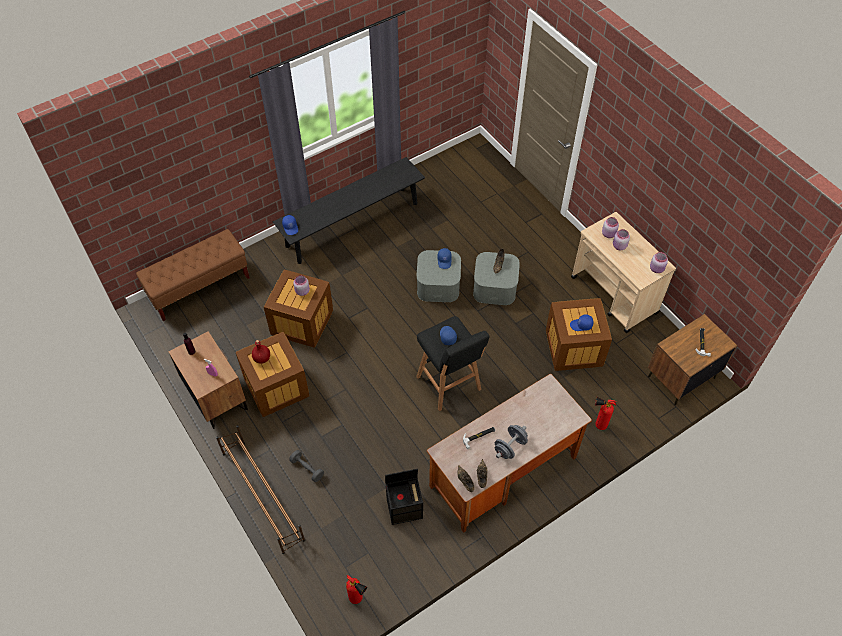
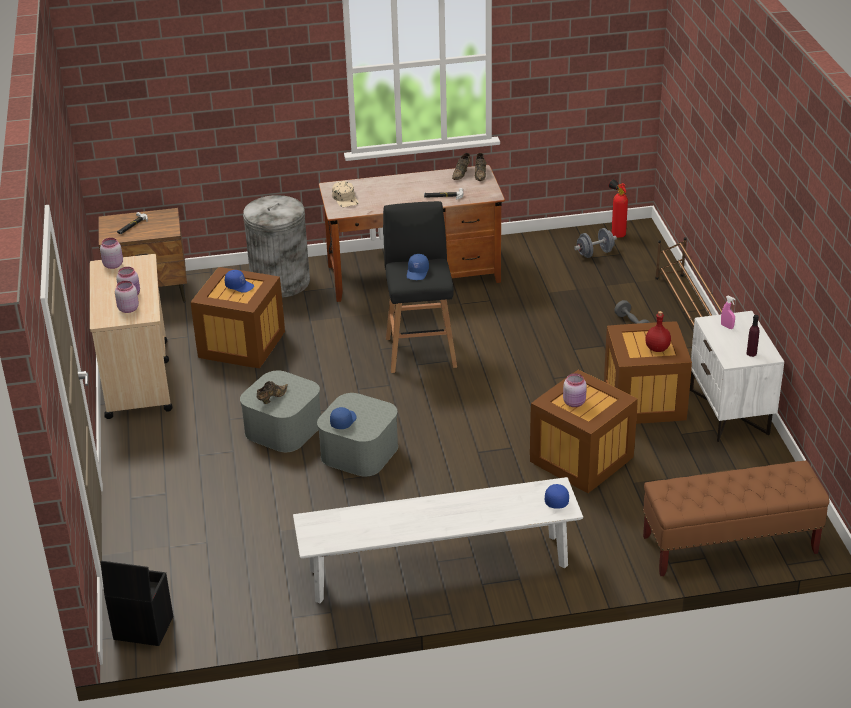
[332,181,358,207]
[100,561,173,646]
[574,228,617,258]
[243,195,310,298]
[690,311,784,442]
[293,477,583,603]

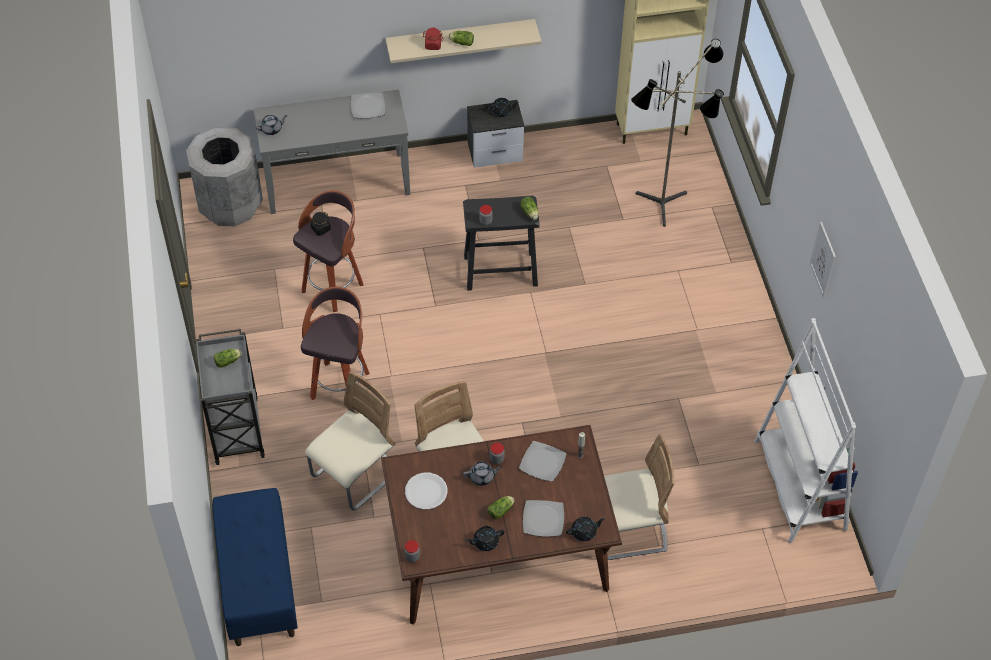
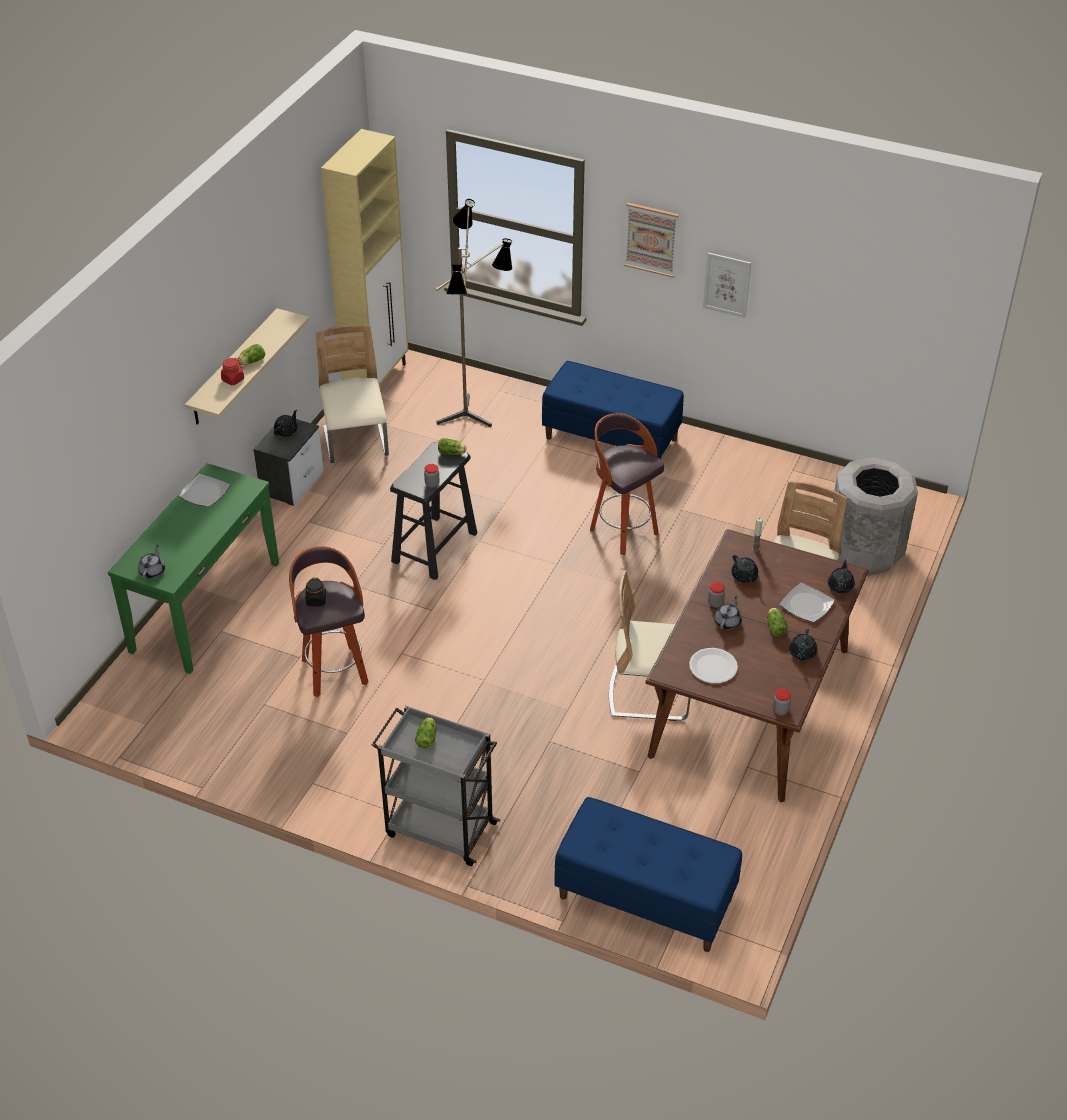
[755,318,858,543] (first image)
[542,361,684,460]
[624,203,679,278]
[828,457,918,576]
[590,413,664,555]
[316,325,389,463]
[731,555,760,582]
[108,463,279,674]

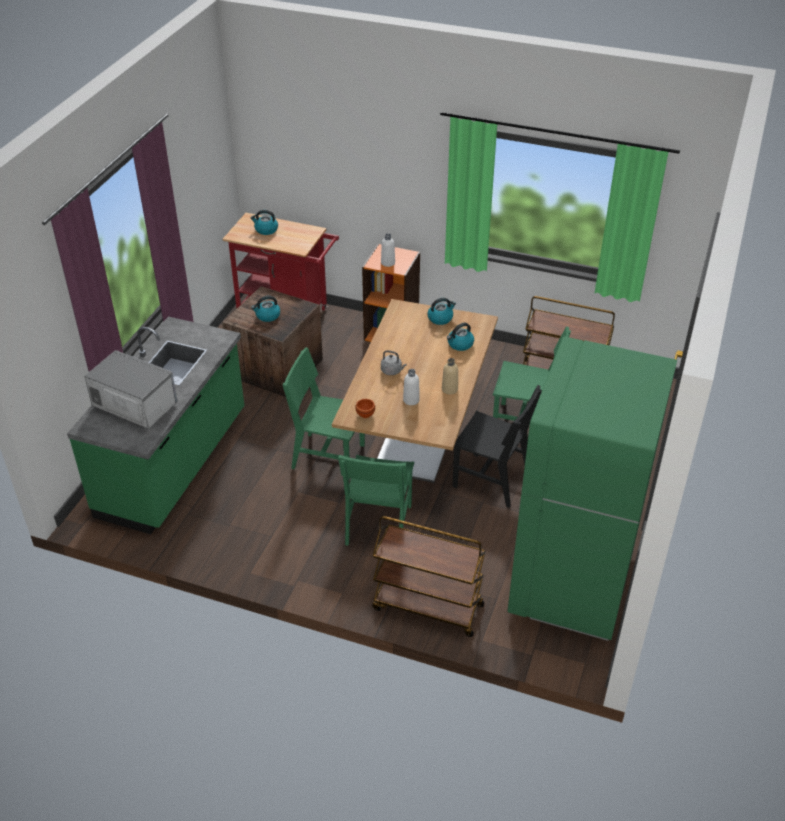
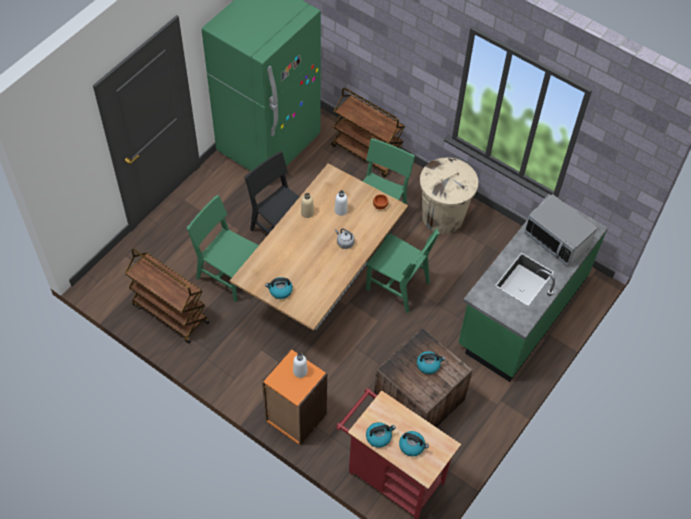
[420,157,478,234]
[366,422,396,448]

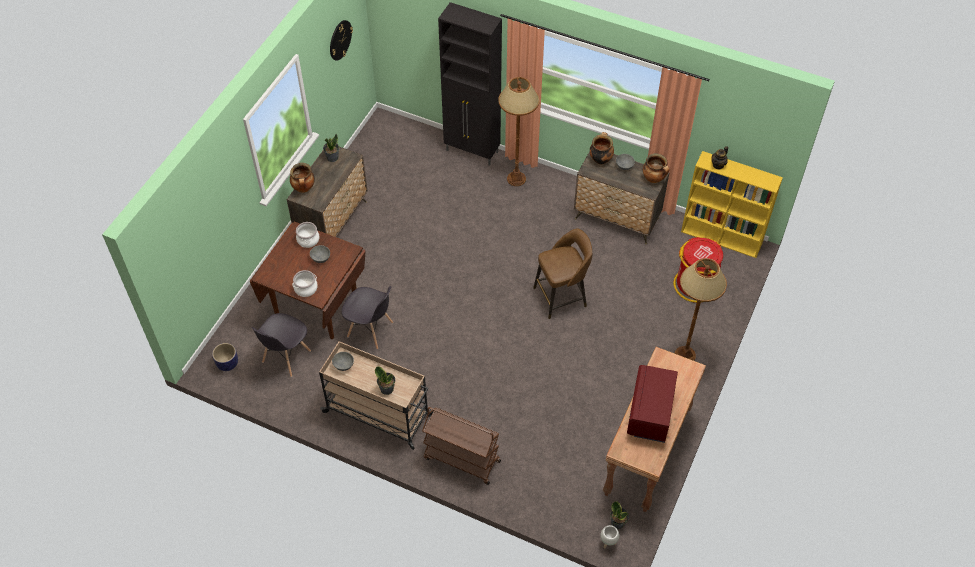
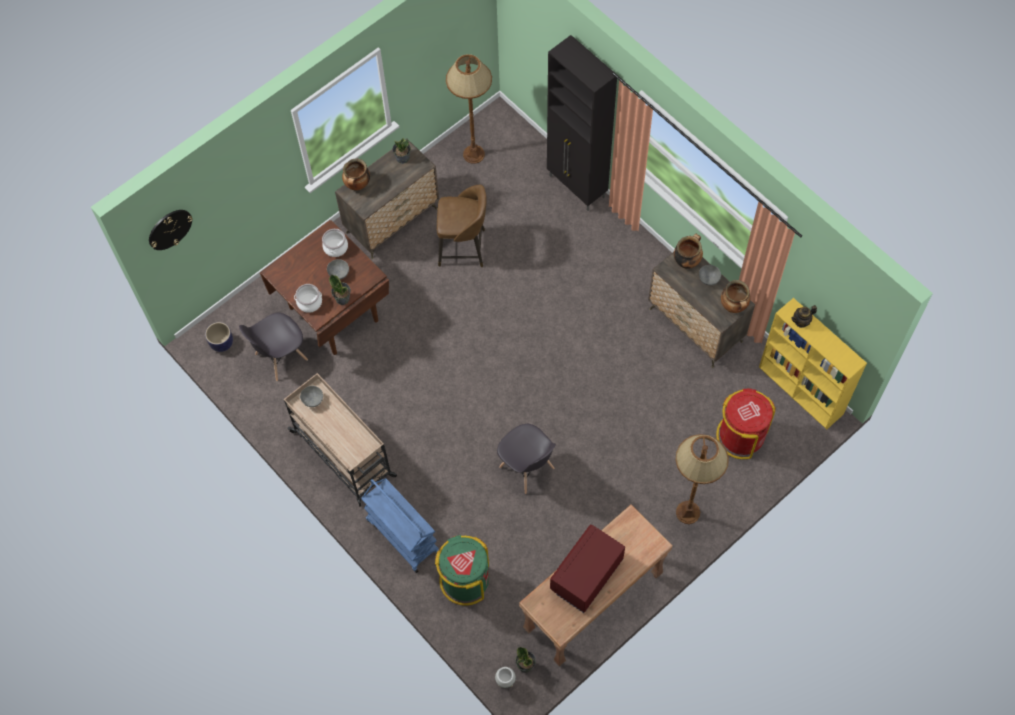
[435,535,489,606]
[149,210,193,250]
[497,424,556,494]
[329,275,351,305]
[446,54,492,164]
[437,185,487,267]
[361,478,439,573]

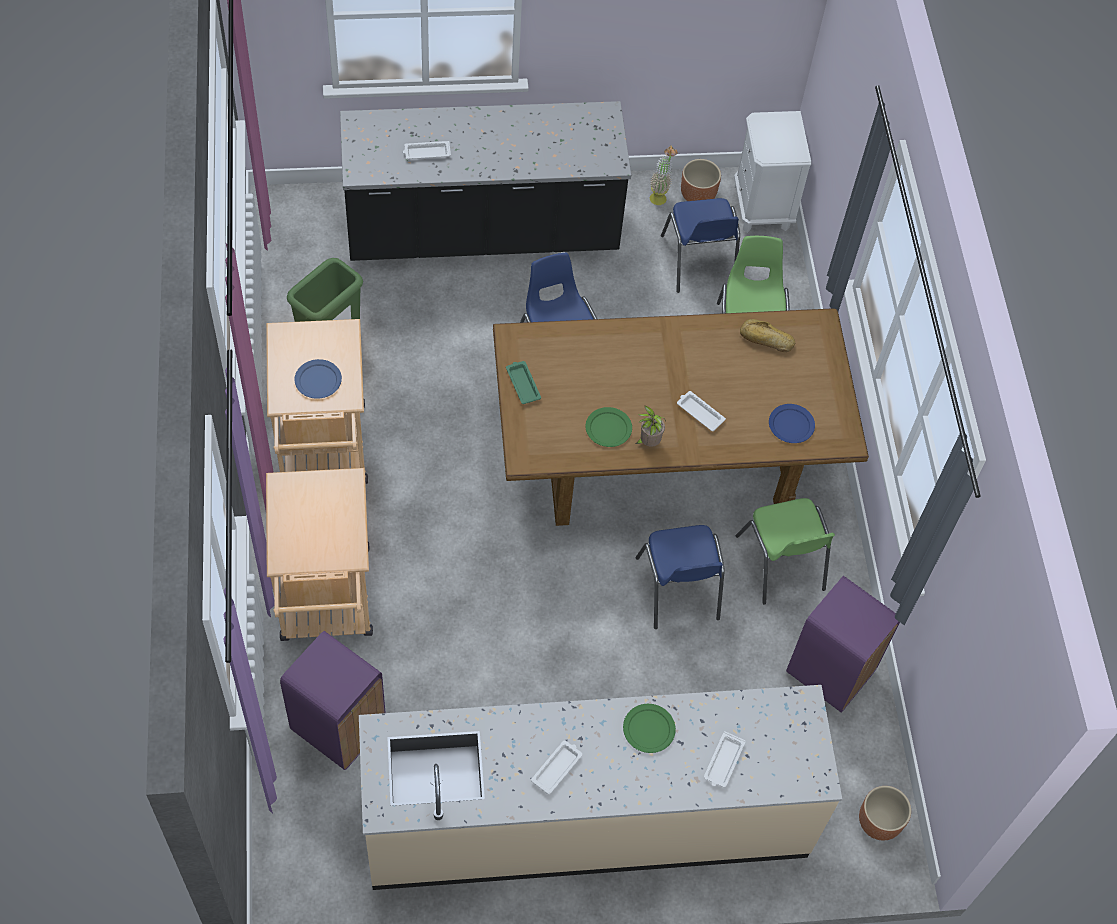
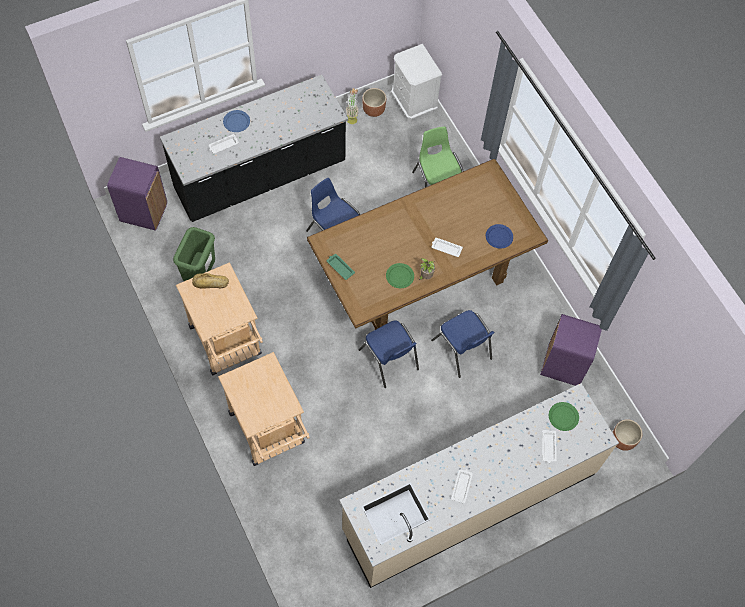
[736,498,835,605] (first image)
[107,157,167,231]
[223,110,250,132]
[549,402,579,431]
[359,320,419,388]
[192,273,229,289]

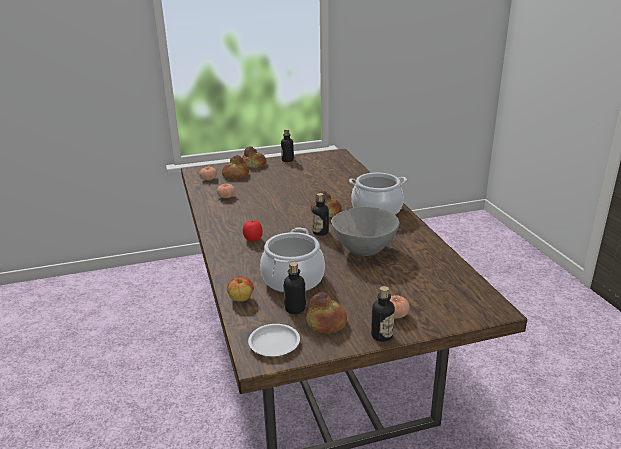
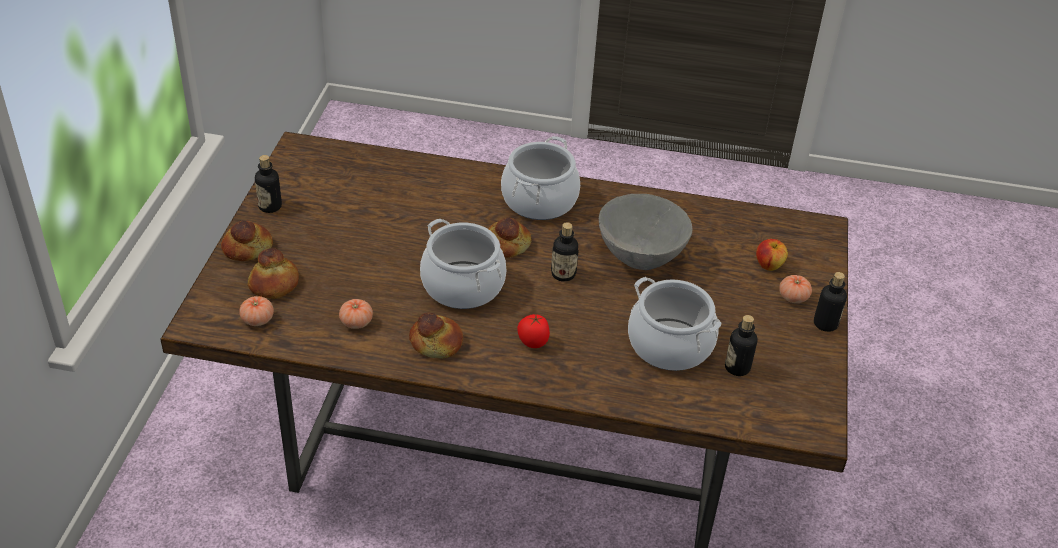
[248,324,300,356] (first image)
[420,219,506,309]
[756,239,788,271]
[409,313,463,359]

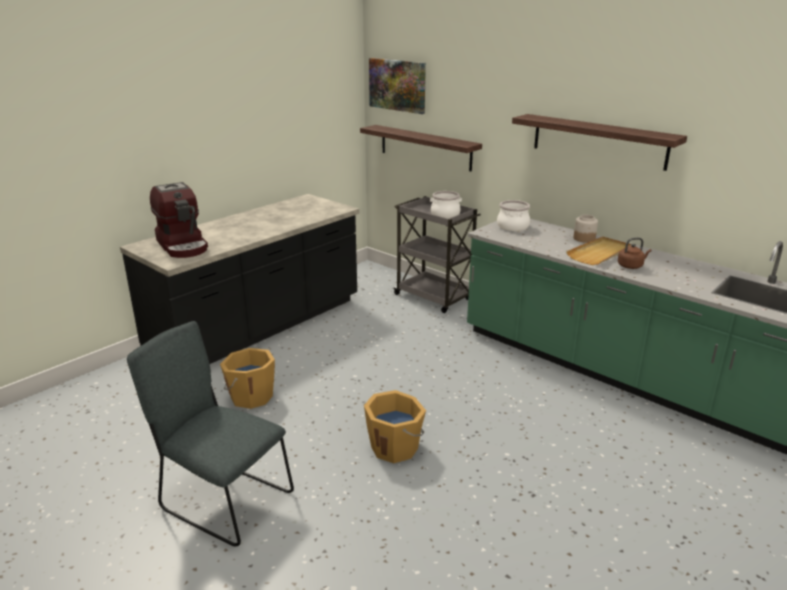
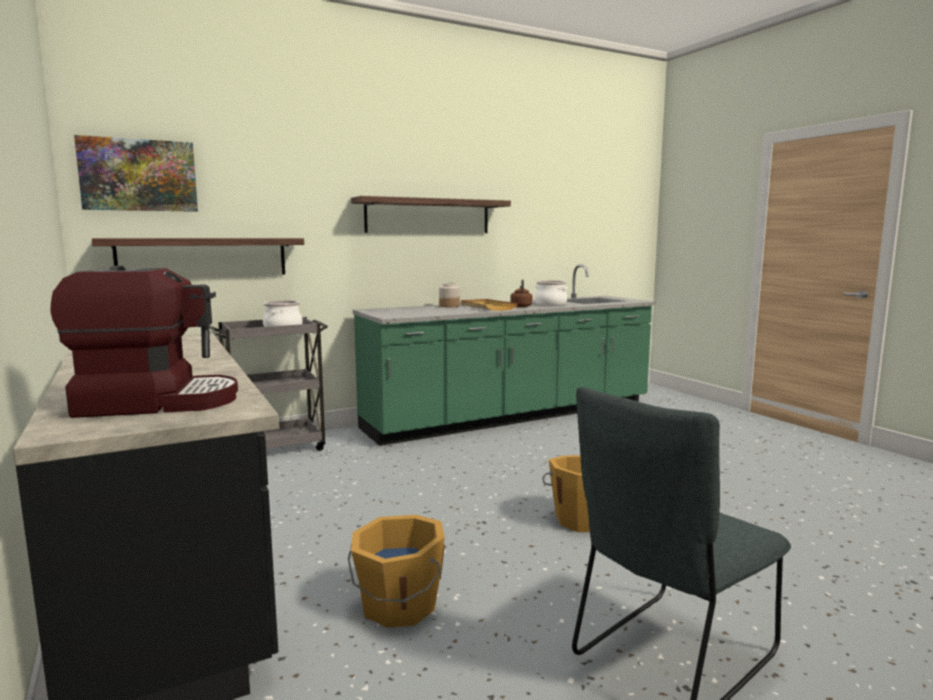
[535,280,568,306]

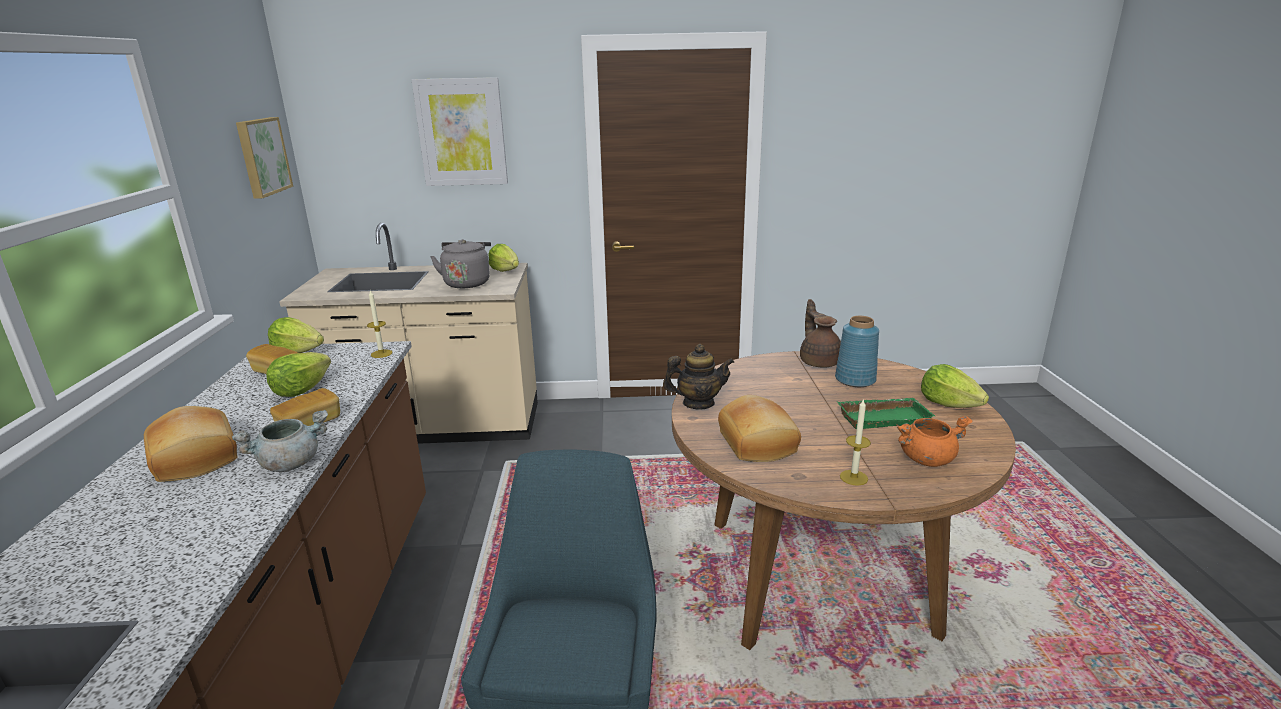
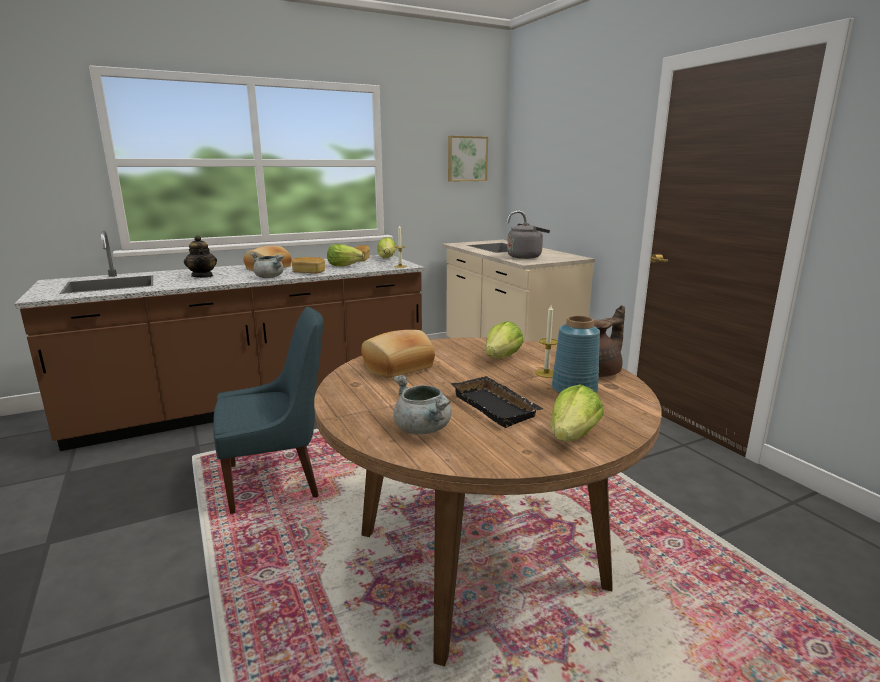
[412,77,508,186] (first image)
[486,321,524,358]
[184,235,217,278]
[535,305,558,378]
[451,376,544,428]
[393,375,451,434]

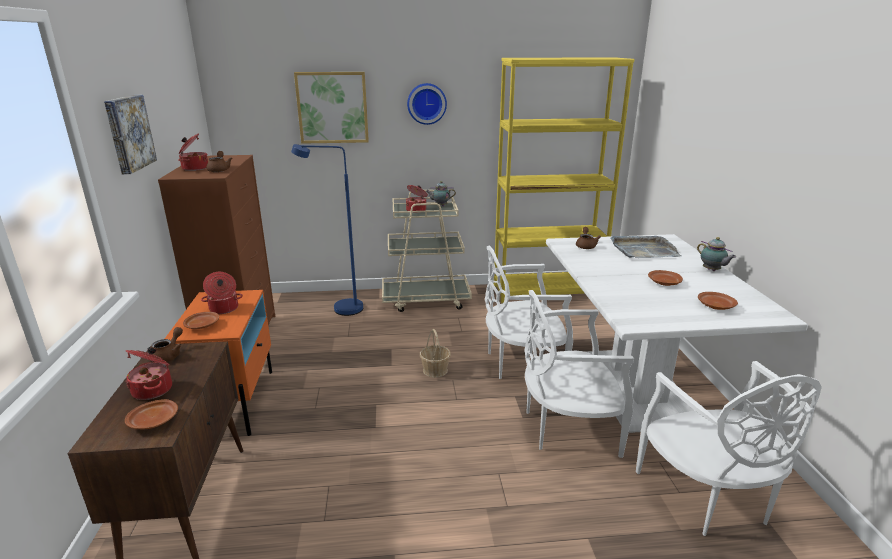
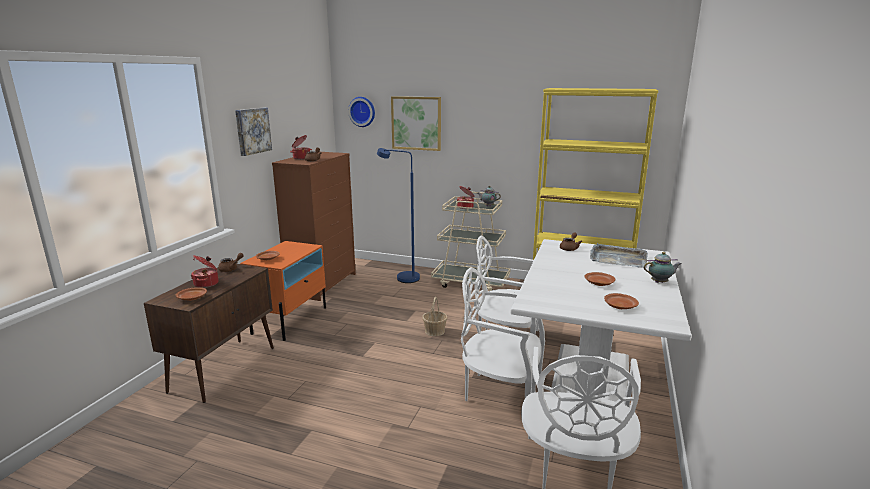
[201,272,243,314] (first image)
[348,97,375,127]
[644,252,681,283]

